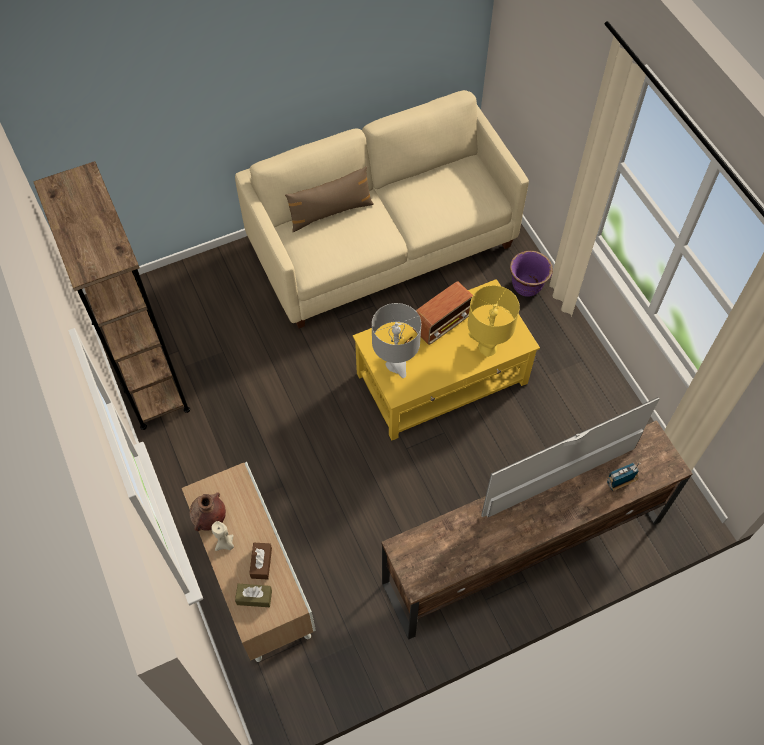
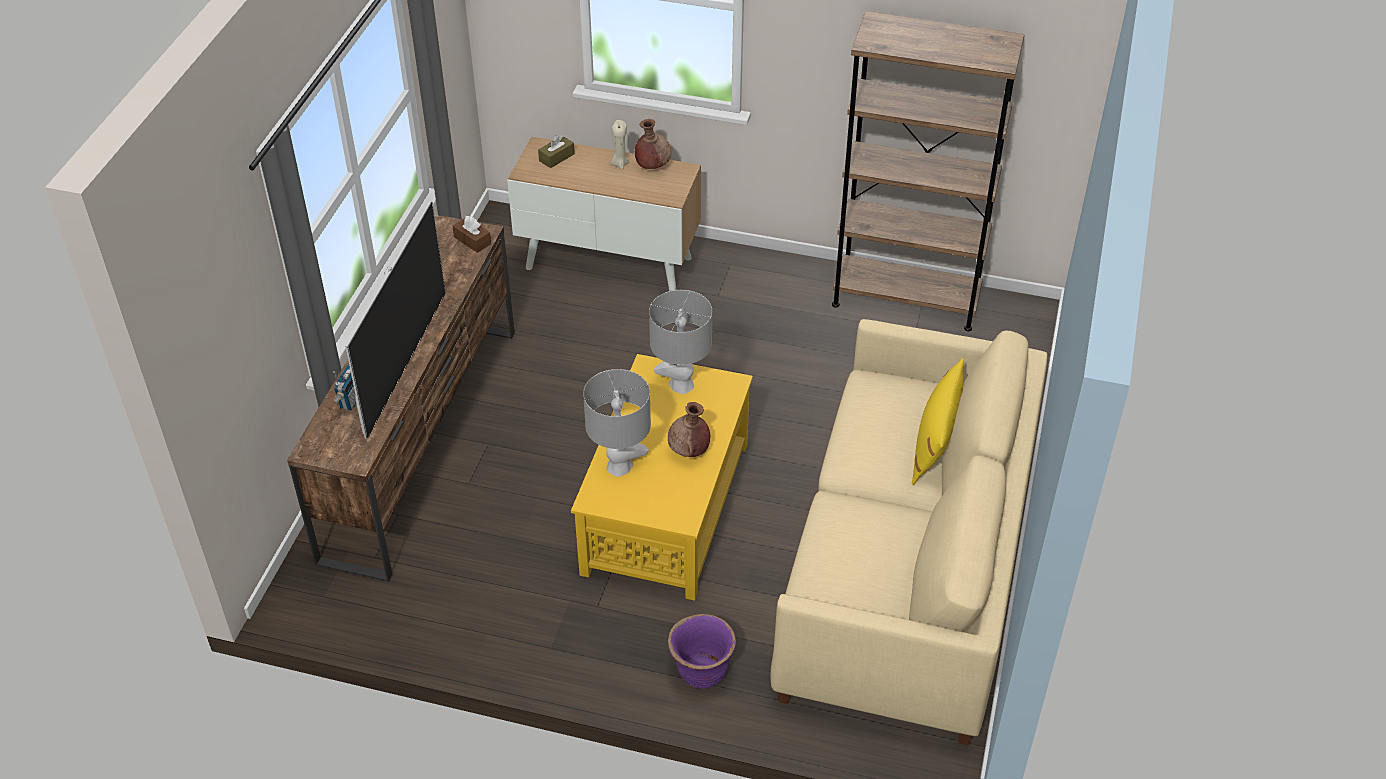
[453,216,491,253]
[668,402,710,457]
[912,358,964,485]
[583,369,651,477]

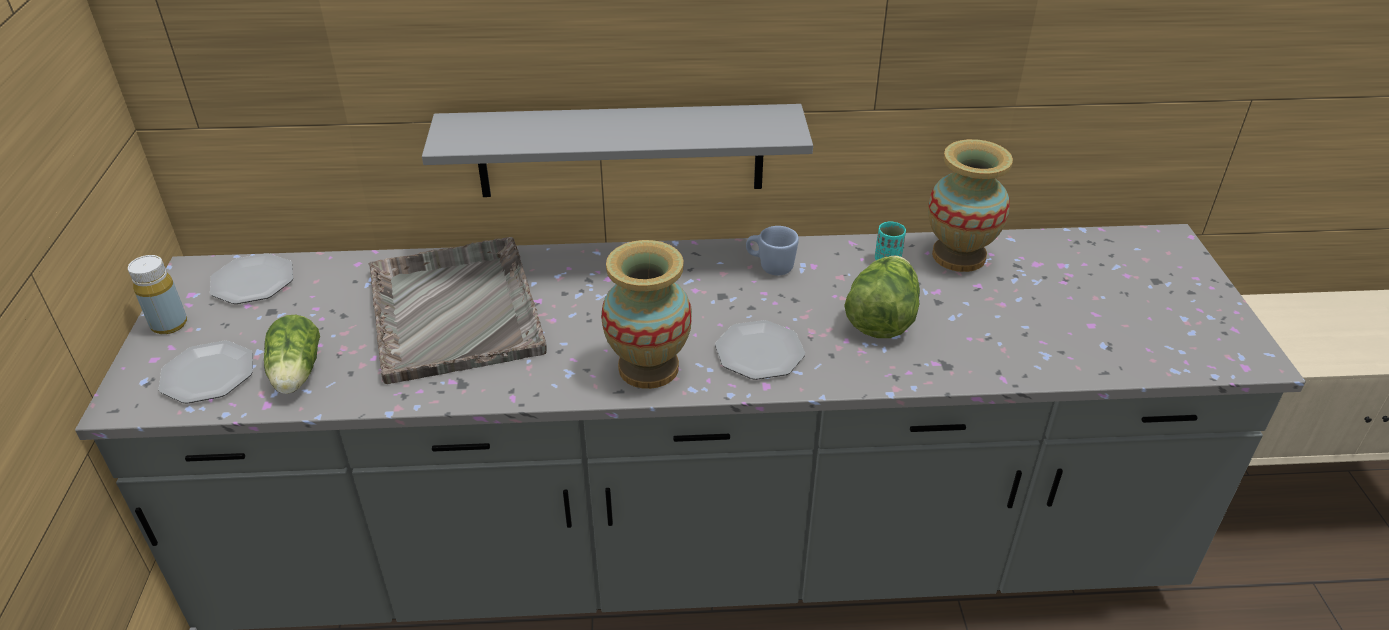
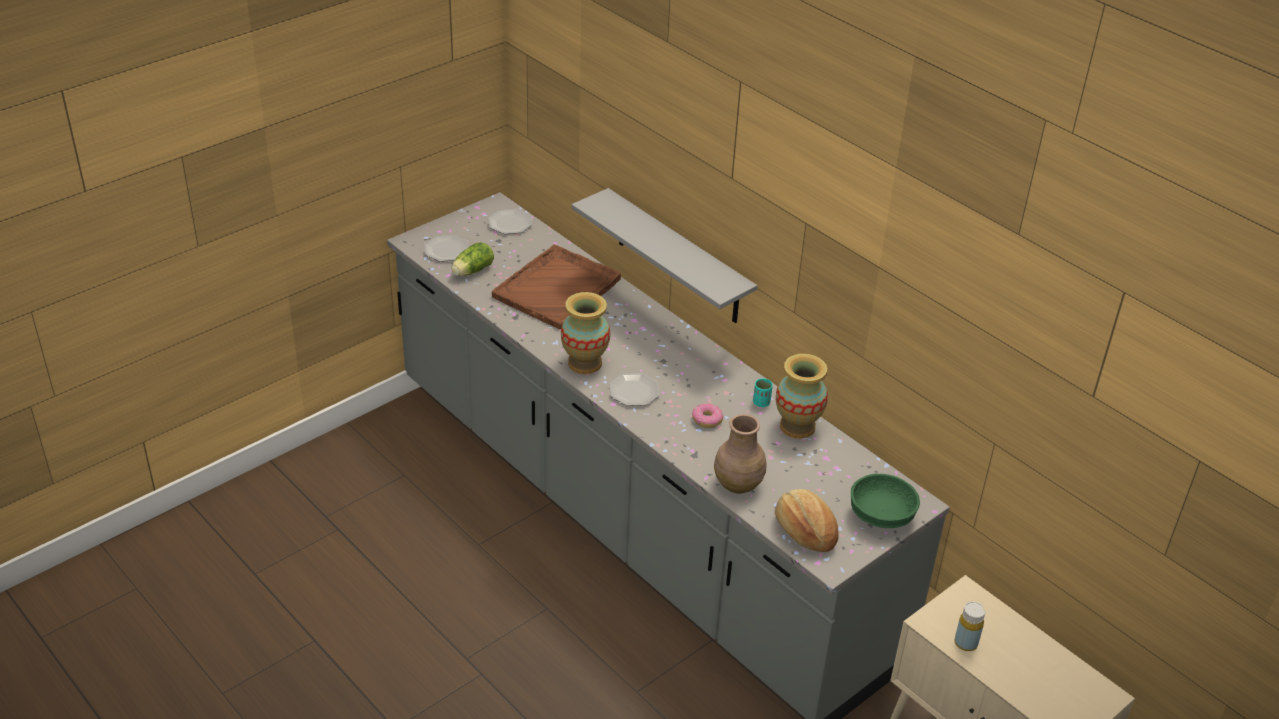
[746,226,799,275] (first image)
[714,414,766,494]
[775,489,839,552]
[851,474,920,528]
[954,602,985,651]
[692,403,724,428]
[492,245,621,329]

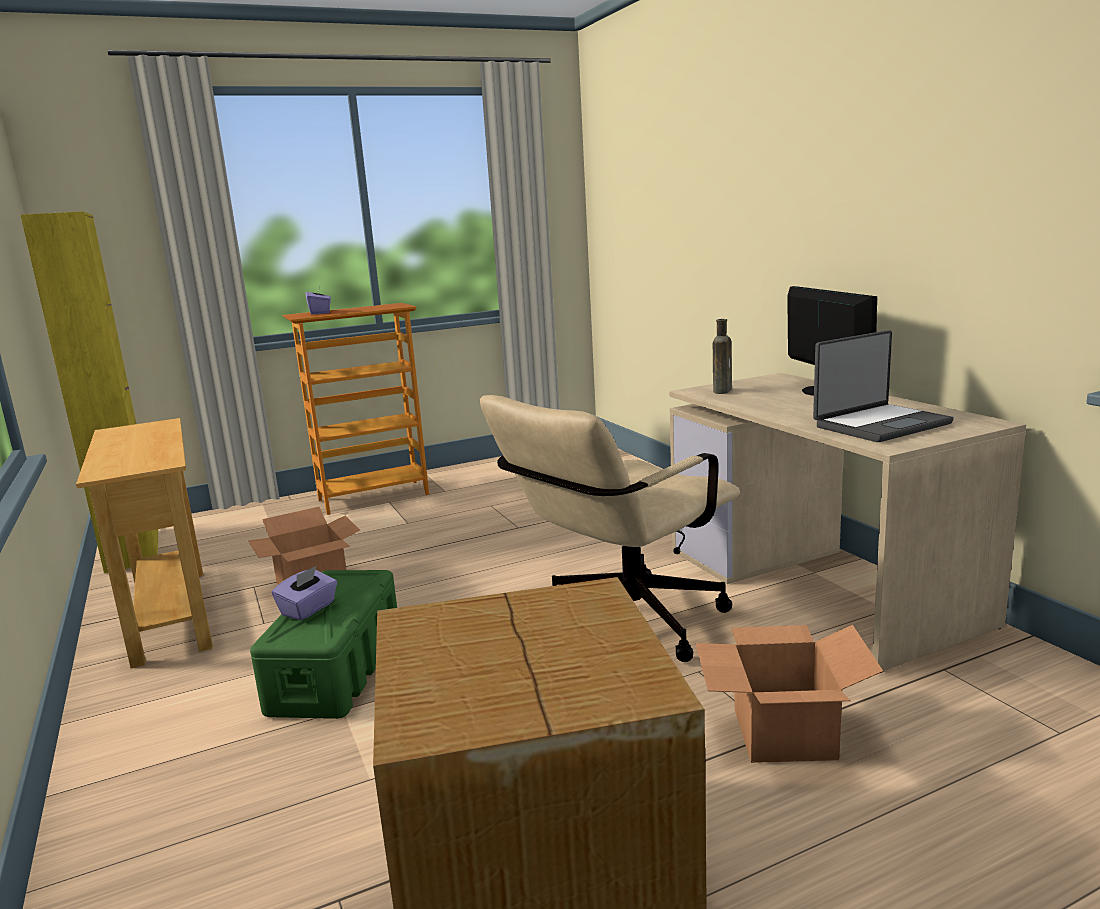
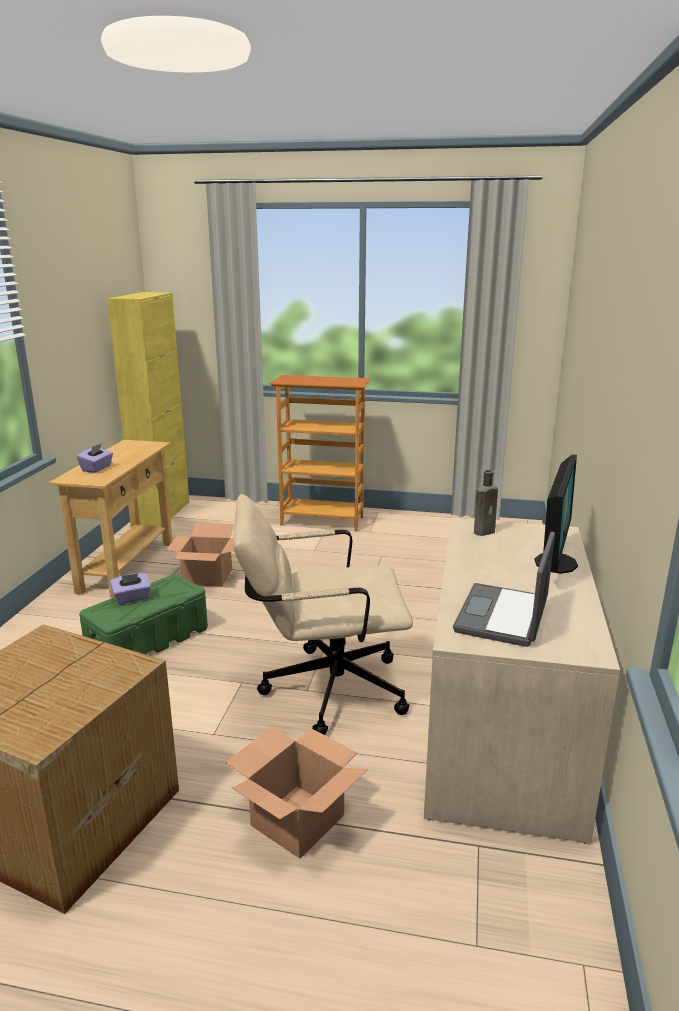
[77,444,113,473]
[453,532,555,647]

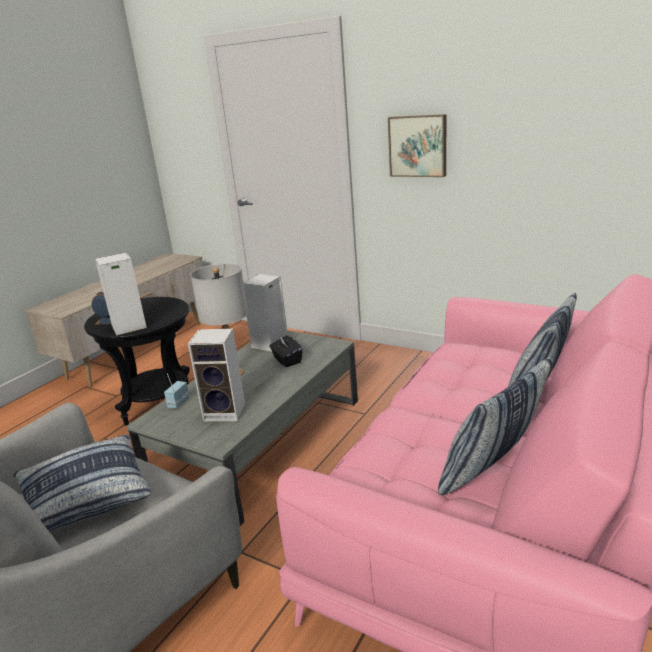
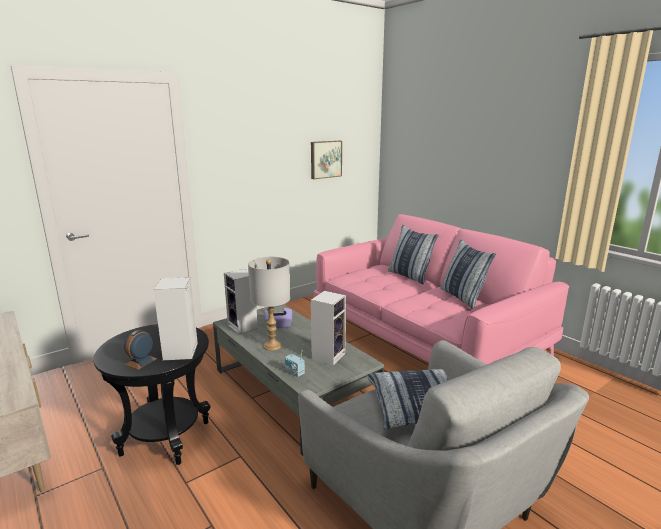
[311,141,342,179]
[265,308,292,328]

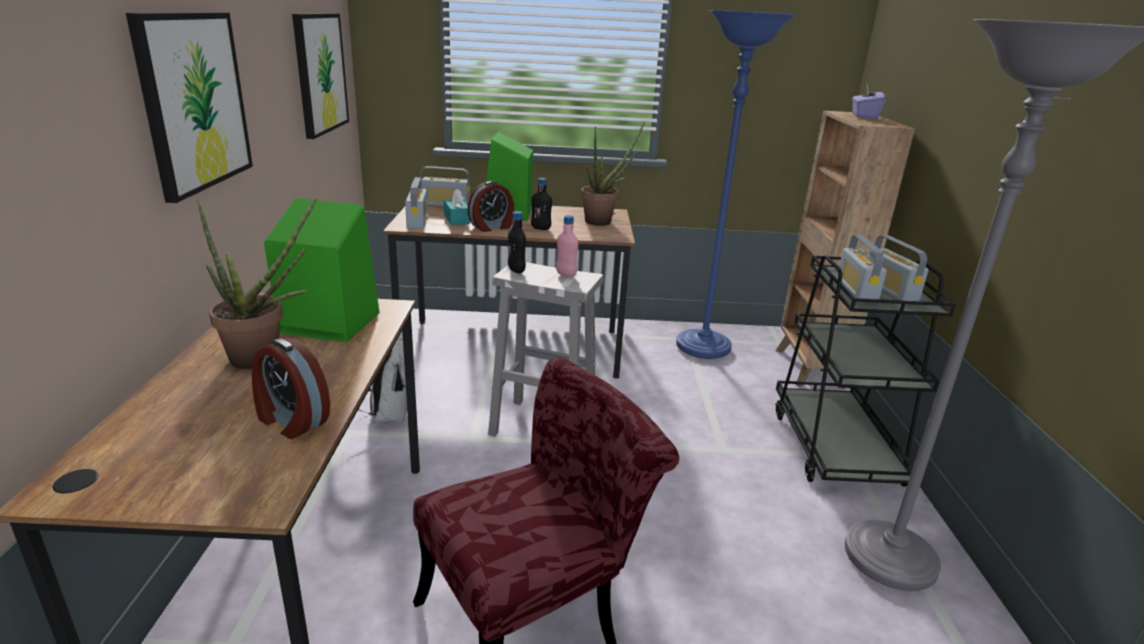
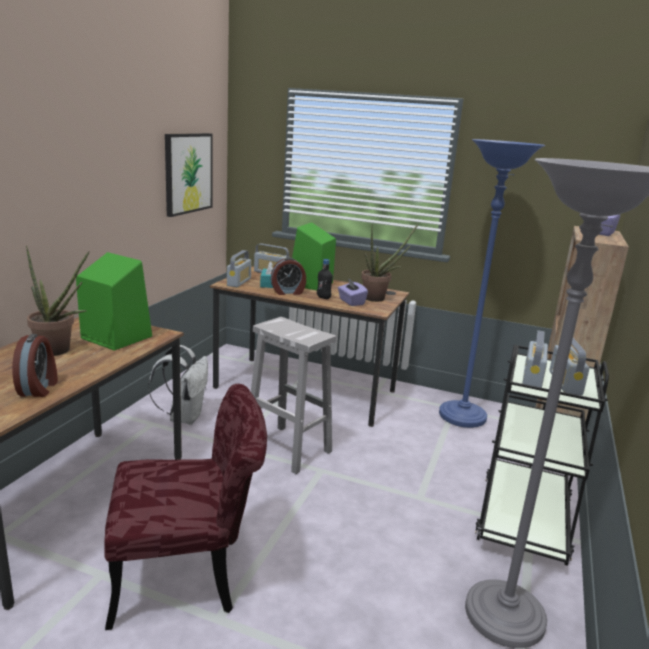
[126,12,253,203] (first image)
[508,211,526,273] (first image)
[556,215,578,278] (first image)
[338,278,368,306]
[12,334,58,397]

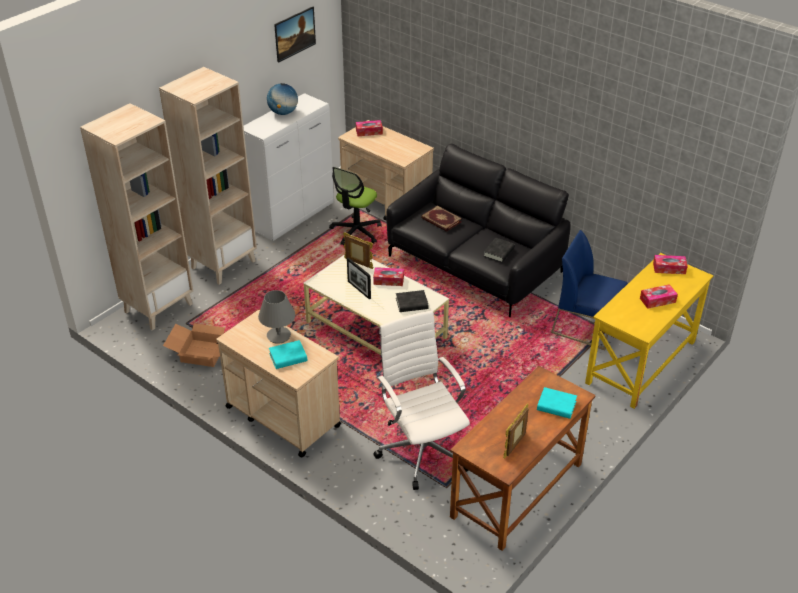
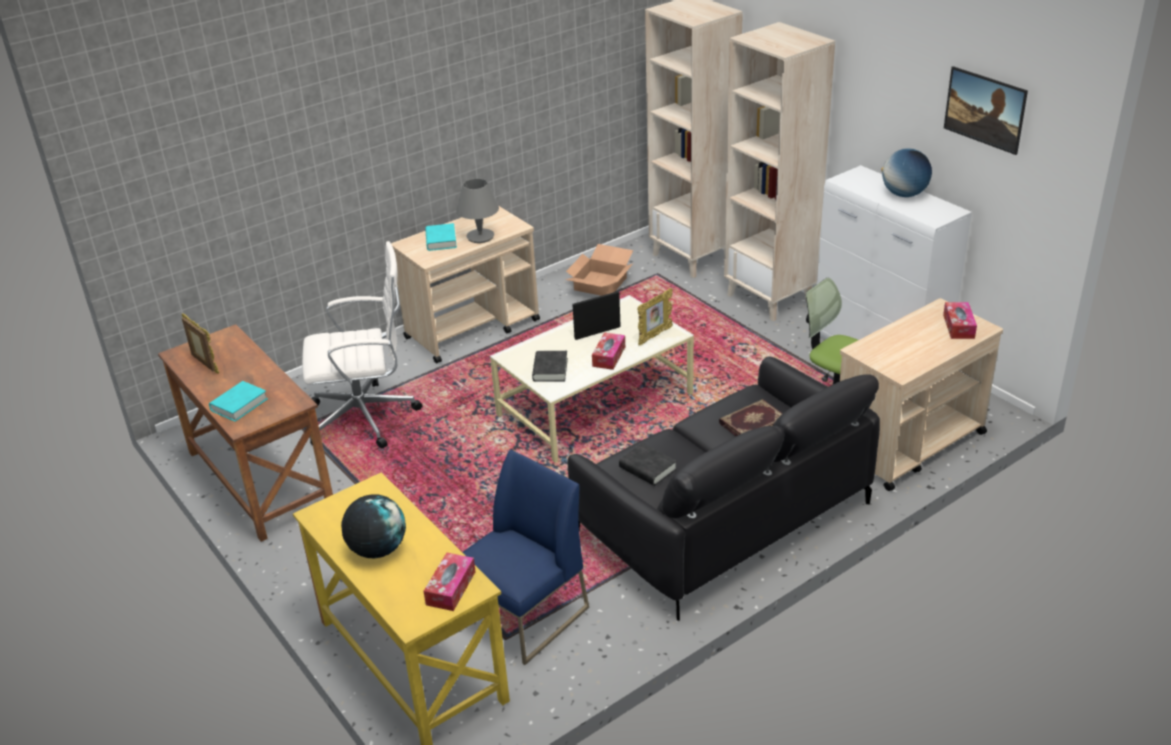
[341,494,406,558]

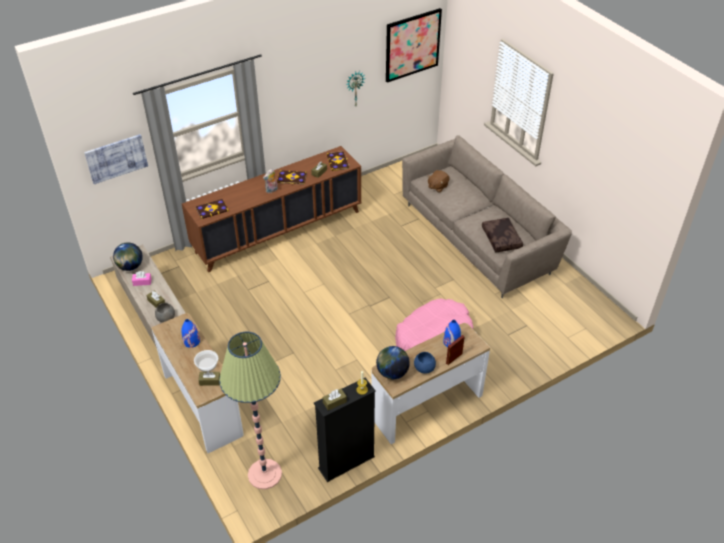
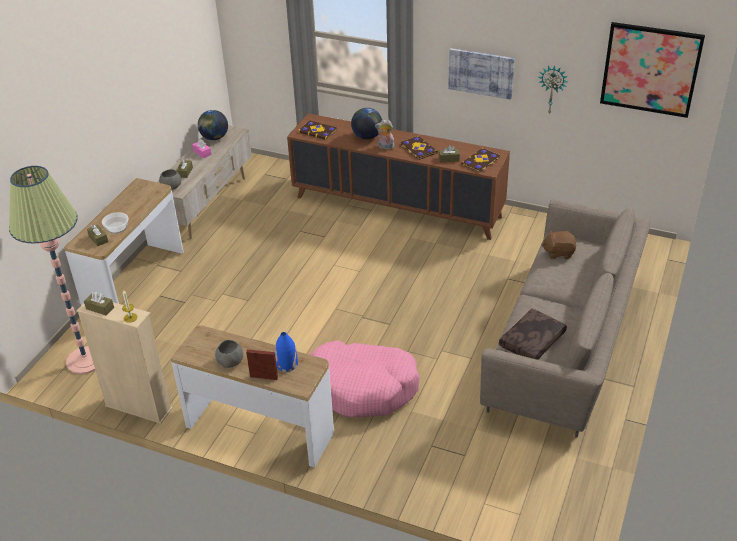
[182,319,200,348] (first image)
[448,48,515,100]
[351,108,382,139]
[77,302,173,424]
[215,340,243,368]

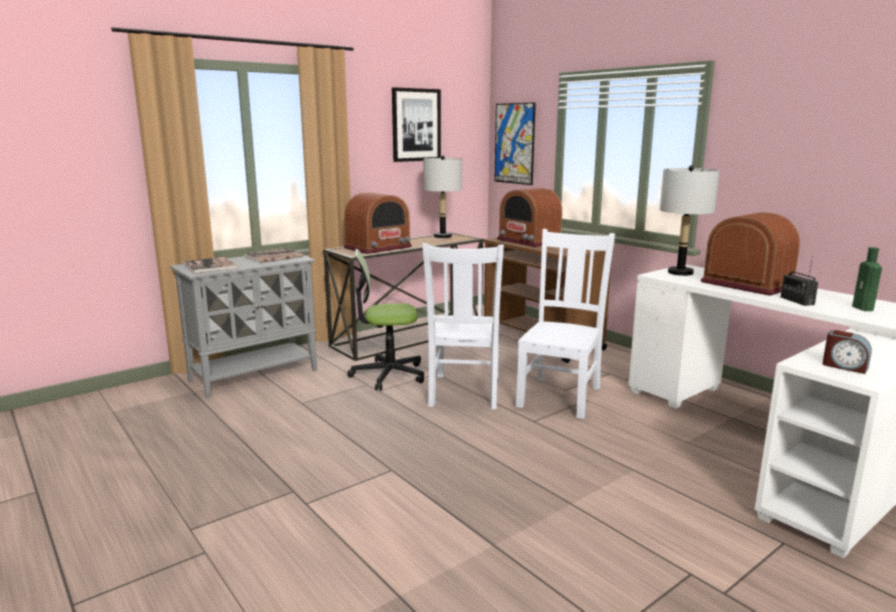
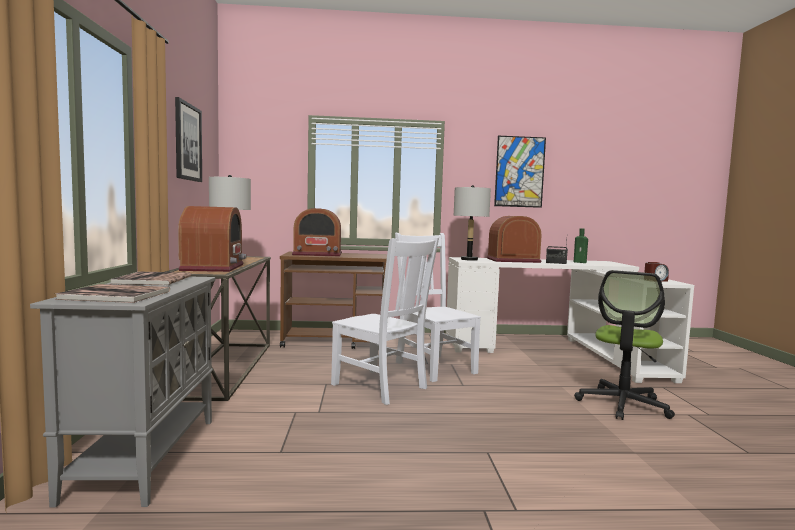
[574,270,675,420]
[494,136,546,208]

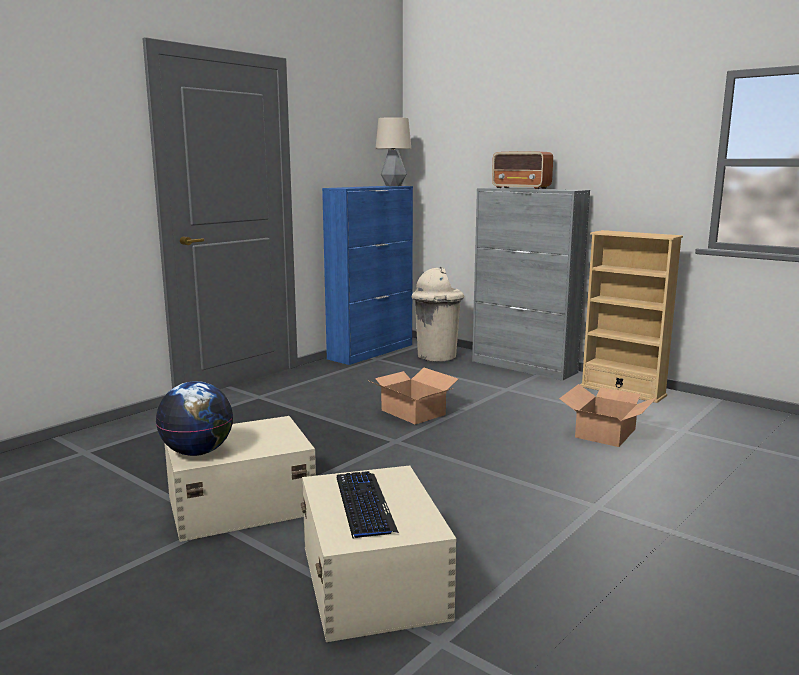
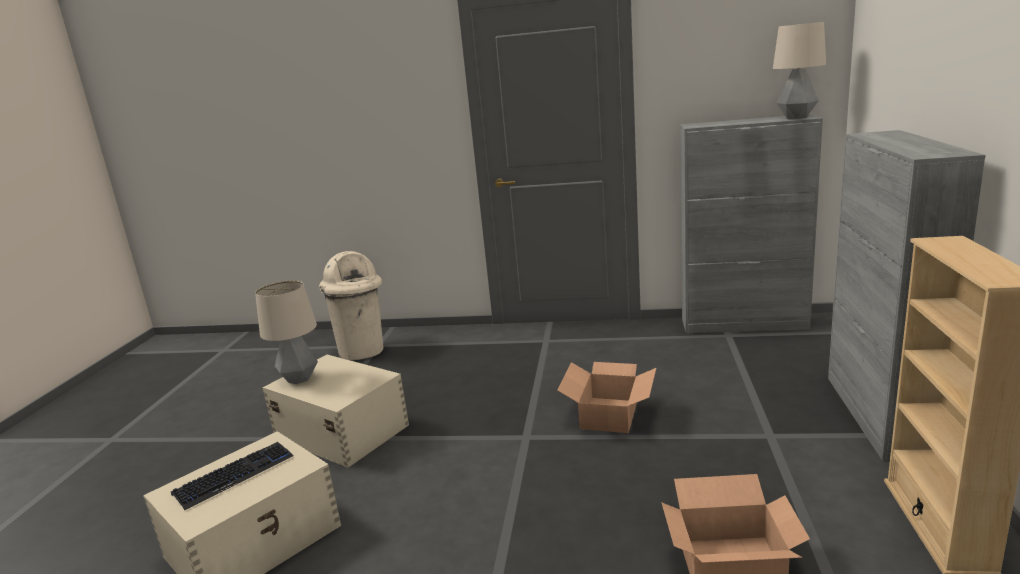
[492,151,553,189] (first image)
[319,251,384,360]
[255,280,318,384]
[680,114,823,333]

